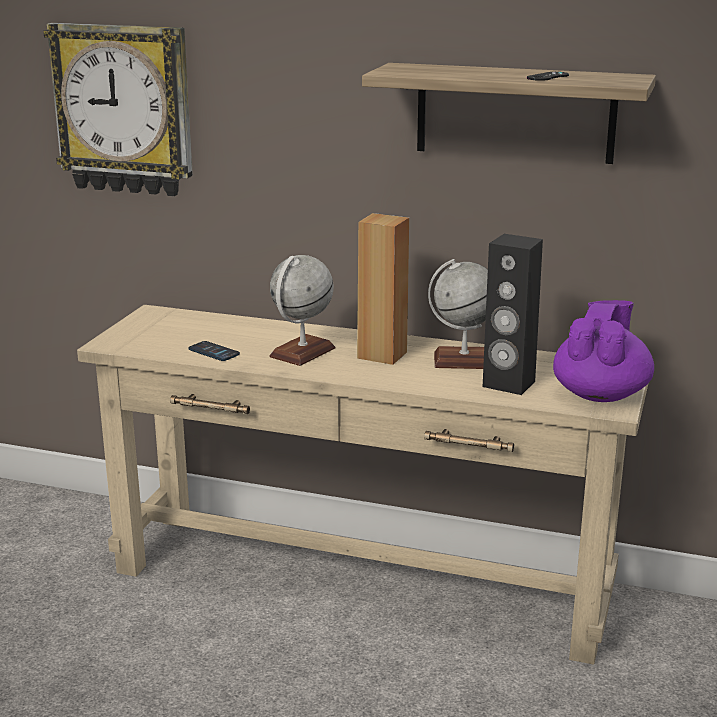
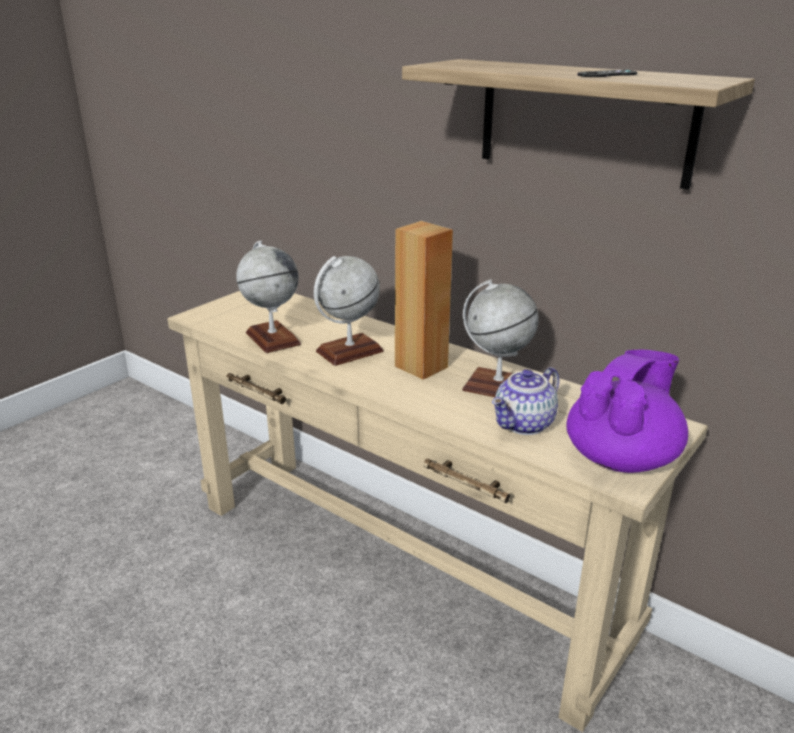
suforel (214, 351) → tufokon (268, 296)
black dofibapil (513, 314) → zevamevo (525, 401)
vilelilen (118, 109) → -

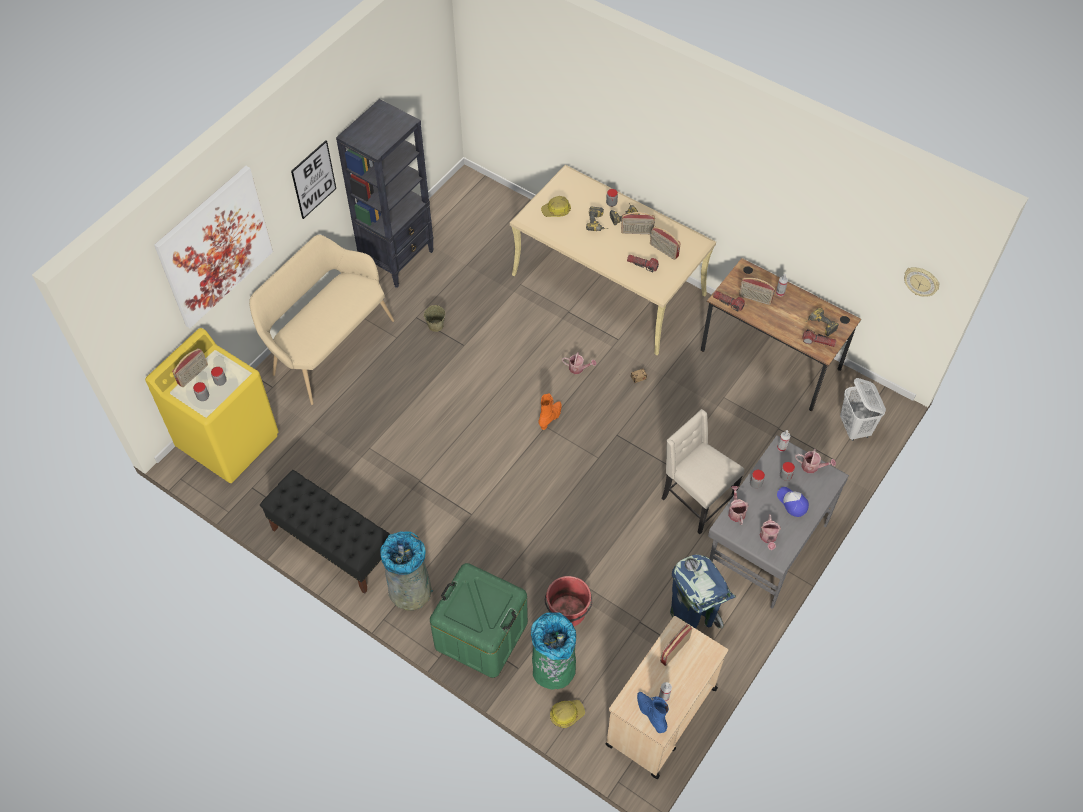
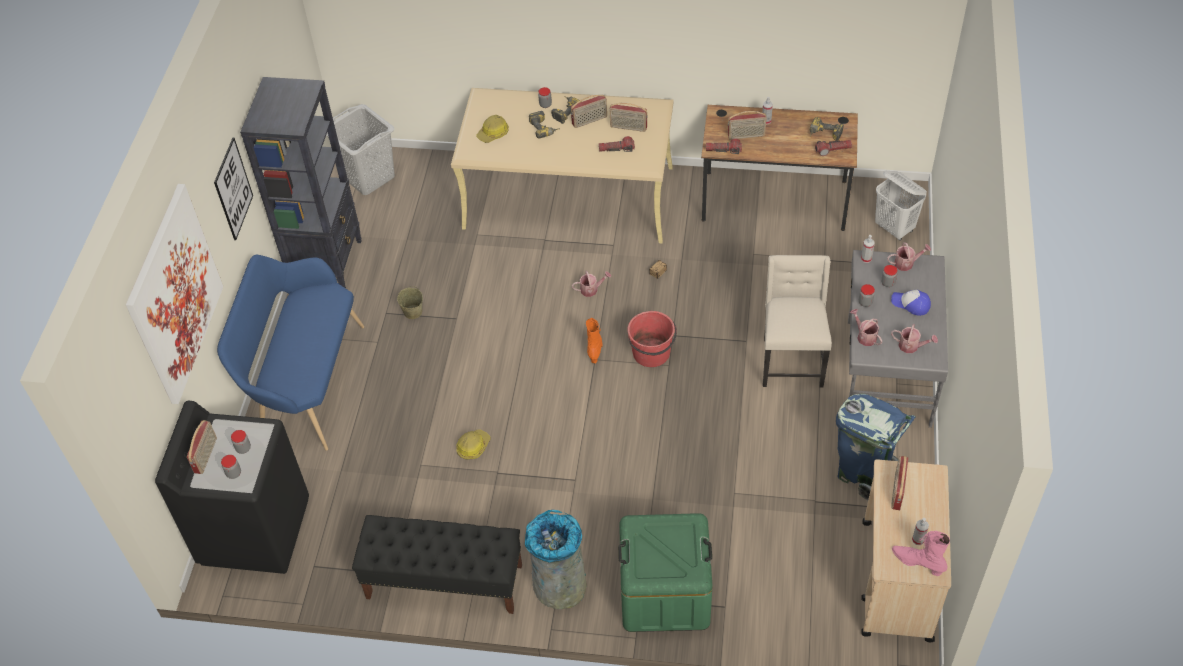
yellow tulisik (211, 405) → black tulisik (232, 487)
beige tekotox (321, 320) → blue tekotox (290, 353)
- → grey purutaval (360, 149)
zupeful (567, 714) → zupeful (473, 444), shifted
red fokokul (568, 601) → red fokokul (652, 339), shifted
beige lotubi (703, 471) → beige lotubi (797, 321), 75 degrees clockwise
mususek (770, 532) → mususek (914, 338), 45 degrees counterclockwise
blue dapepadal (653, 712) → pink dapepadal (921, 553)
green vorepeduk (553, 651) → -
vilelilen (922, 282) → -

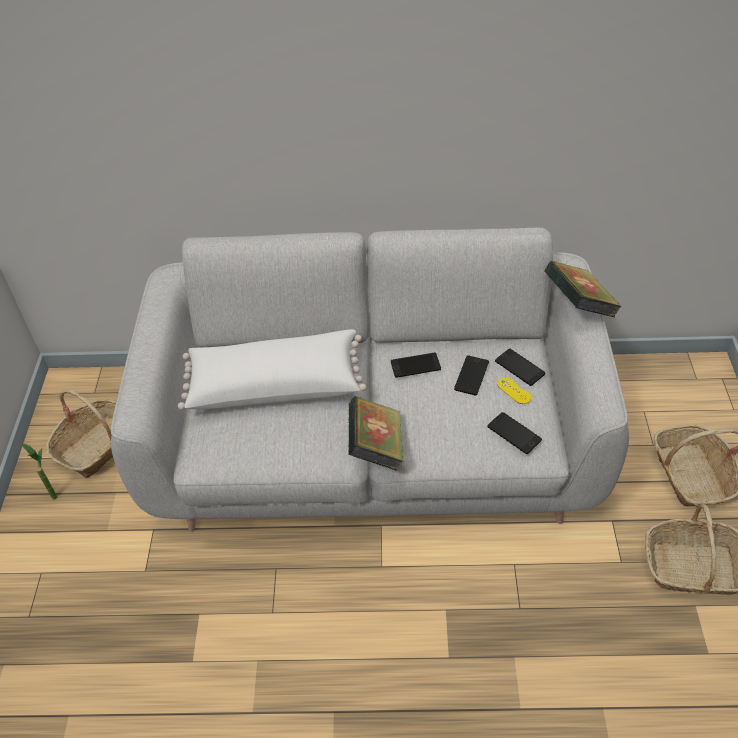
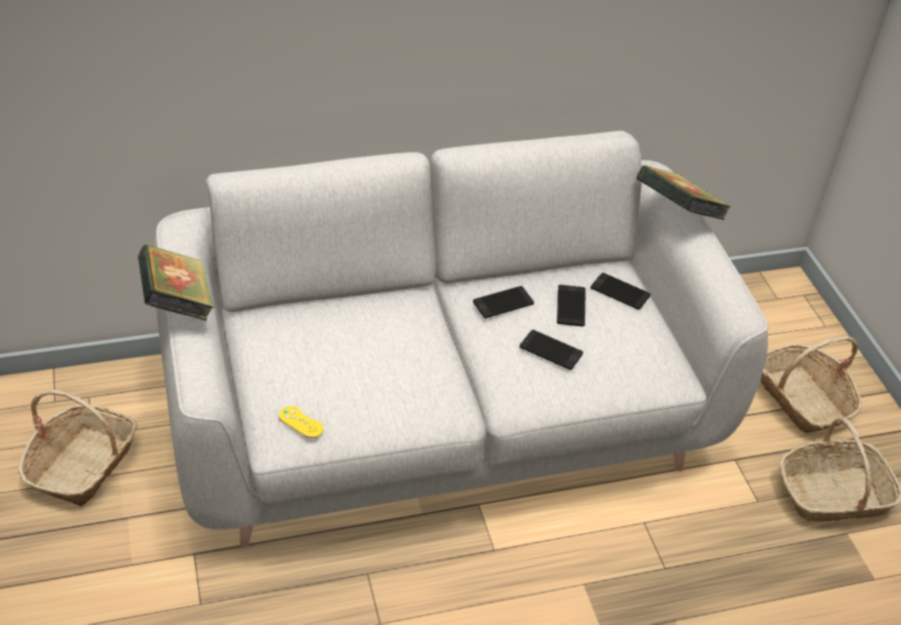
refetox (376, 433) → refetox (176, 282), shifted
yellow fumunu (514, 390) → yellow fumunu (301, 422), shifted
suforel (514, 433) → suforel (551, 350), shifted
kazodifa (39, 471) → -
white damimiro (272, 369) → -

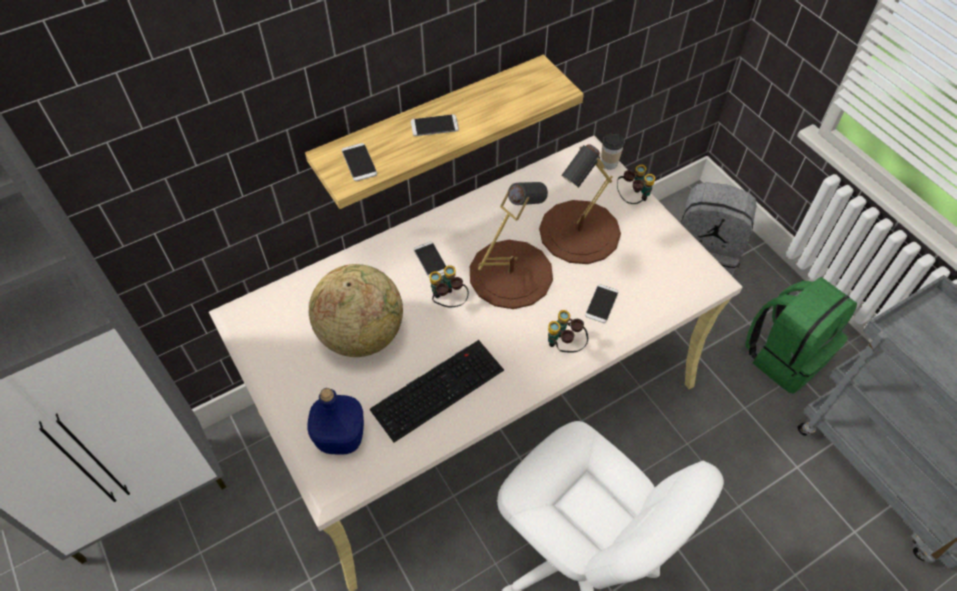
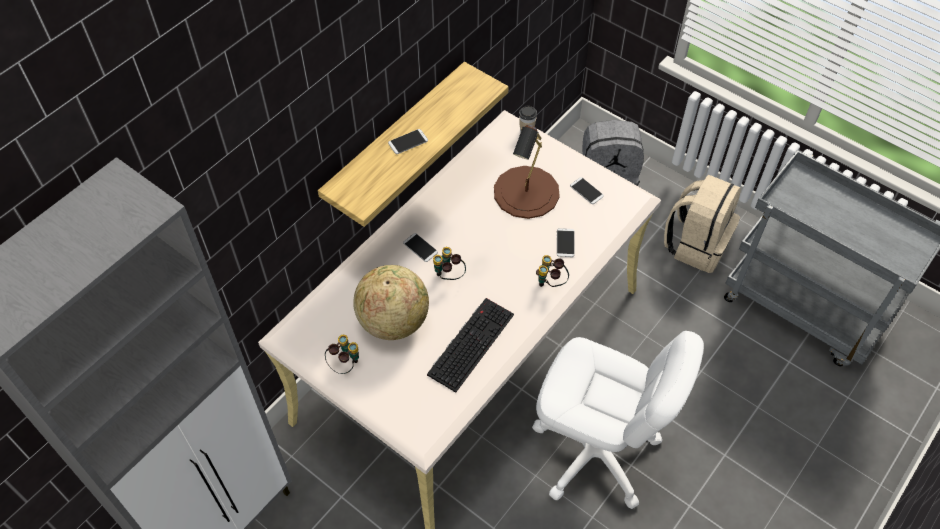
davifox (636, 184) → davifox (342, 354), shifted
suforel (359, 162) → suforel (587, 190), shifted
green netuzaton (801, 335) → beige netuzaton (702, 224)
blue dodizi (335, 421) → -
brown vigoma (511, 245) → -

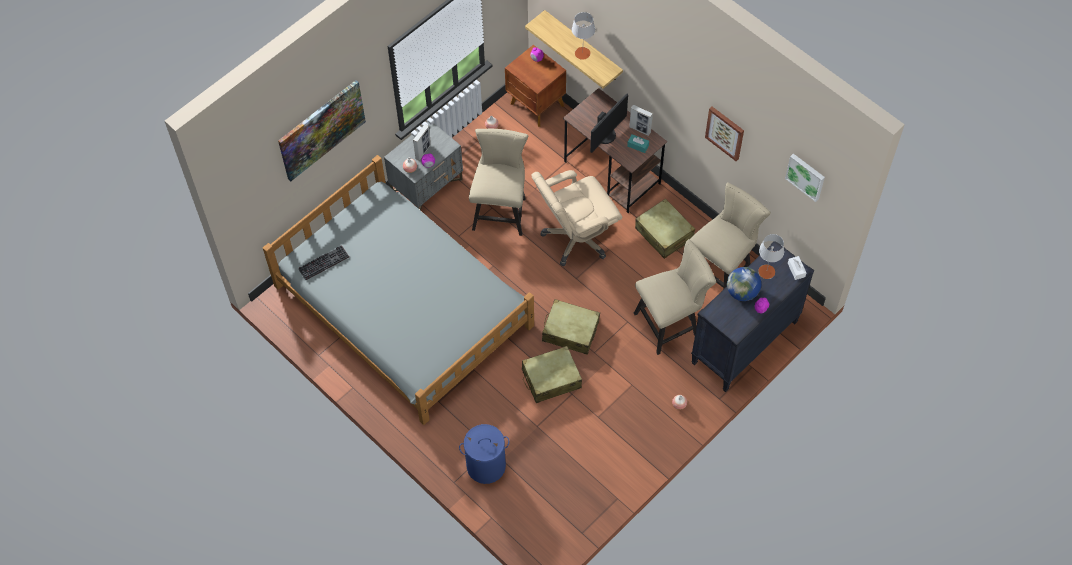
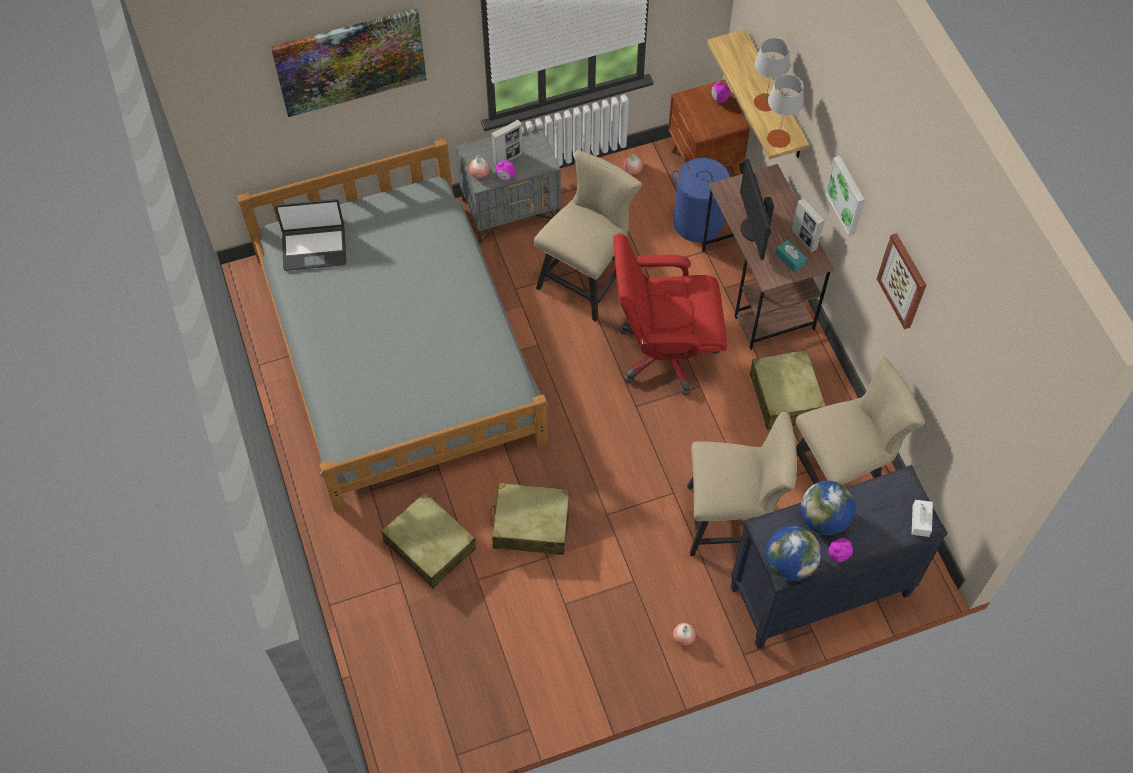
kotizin (324, 263) → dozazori (310, 235)
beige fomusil (571, 327) → beige fomusil (428, 540), shifted
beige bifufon (576, 218) → red bifufon (670, 315)
blue purutaval (484, 454) → blue purutaval (700, 200), shifted
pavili (609, 123) → pavili (757, 209), 105 degrees clockwise
- → tufokon (793, 553)
grey vigoma (771, 256) → grey vigoma (785, 111), shifted
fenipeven (805, 178) → fenipeven (845, 196), shifted

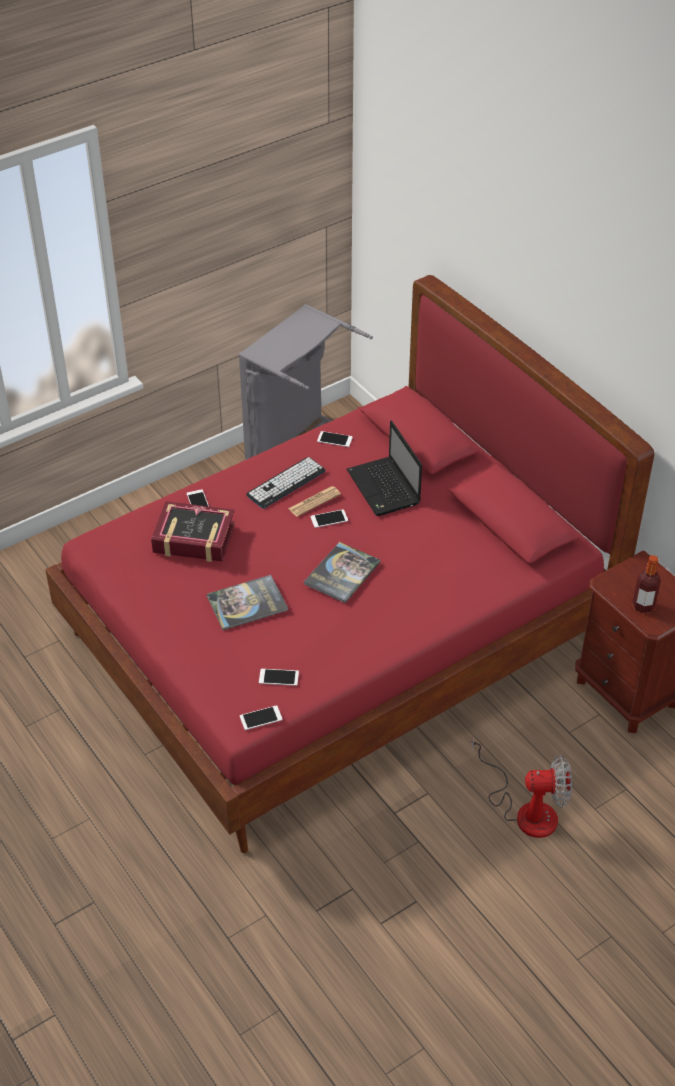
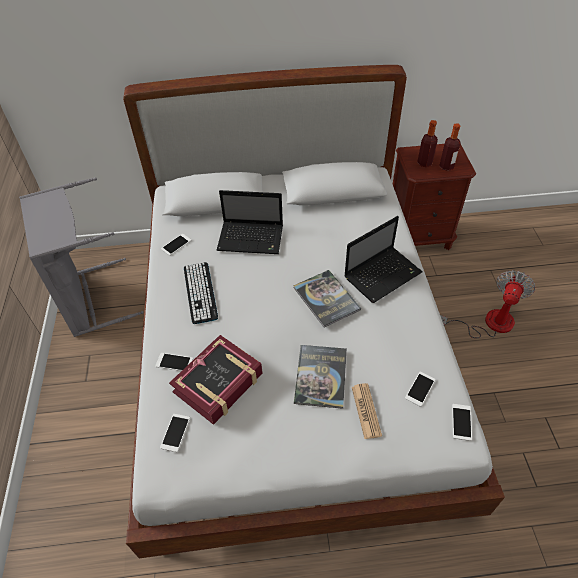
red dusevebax (349, 564) → white dusevebax (314, 311)
suforel (329, 518) → suforel (175, 433), shifted
- → dozazori (383, 259)
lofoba (314, 501) → lofoba (367, 411), shifted
- → dodizi (427, 143)

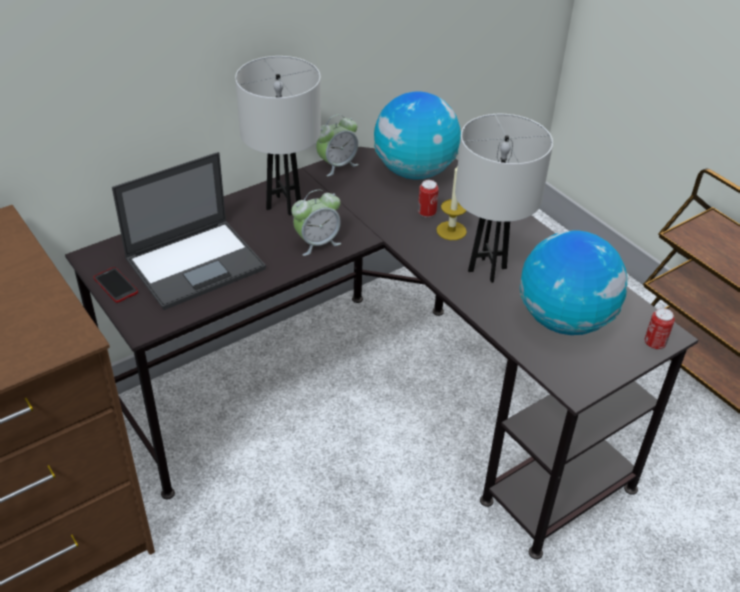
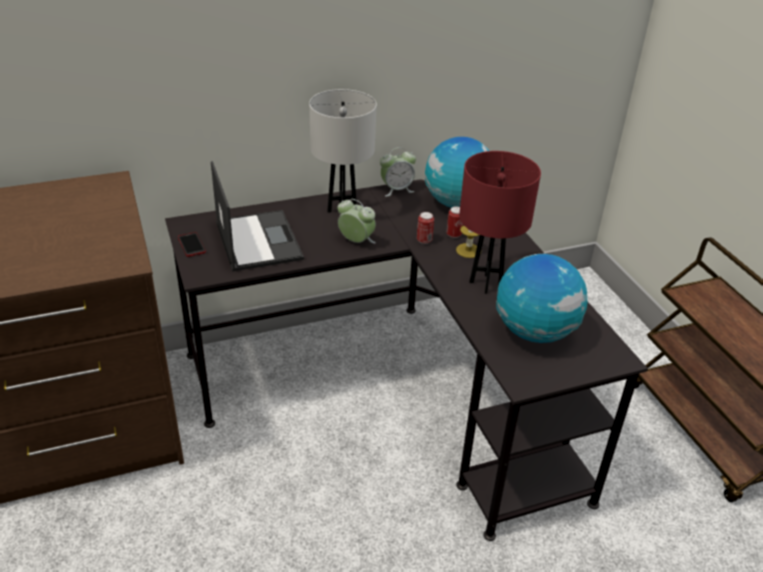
dozazori (189, 231) → dozazori (257, 216), 90 degrees counterclockwise
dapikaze (316, 222) → dapikaze (356, 221), 135 degrees counterclockwise
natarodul (659, 329) → natarodul (425, 228), shifted
white vigoma (504, 198) → red vigoma (500, 222)

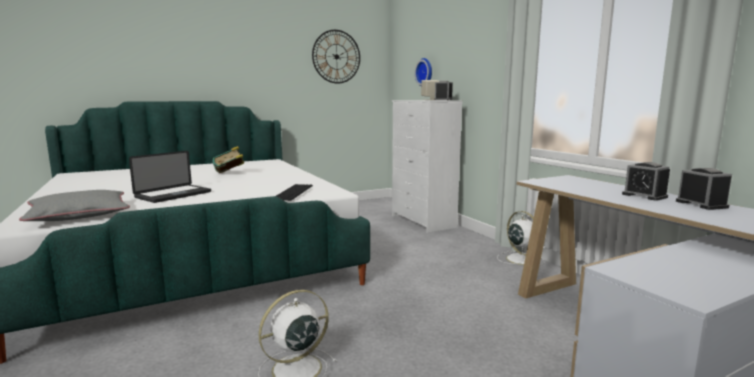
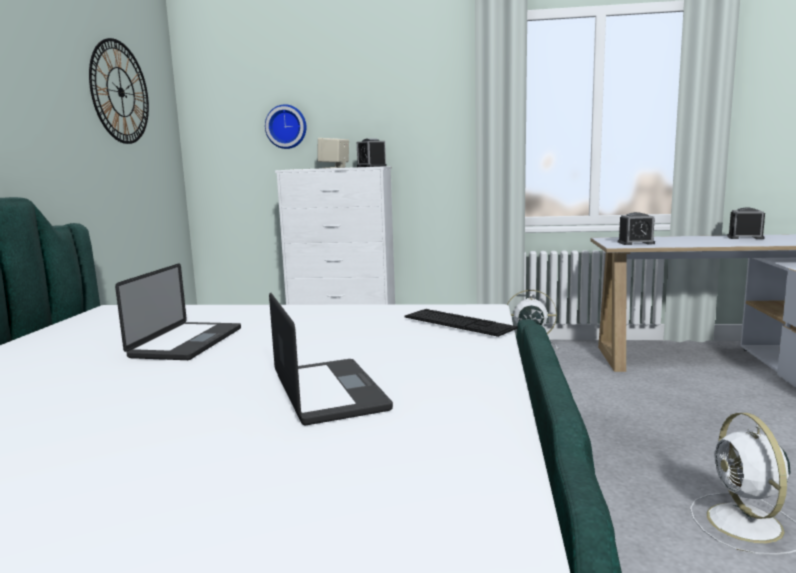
refetox (228, 159) → dozazori (178, 311)
dapikaze (646, 181) → dapikaze (636, 228), shifted
grey damimiro (74, 205) → -

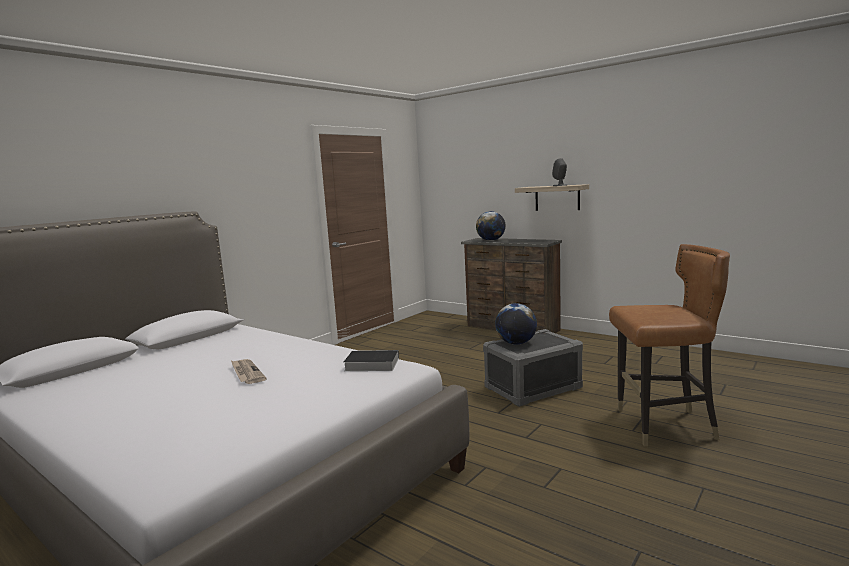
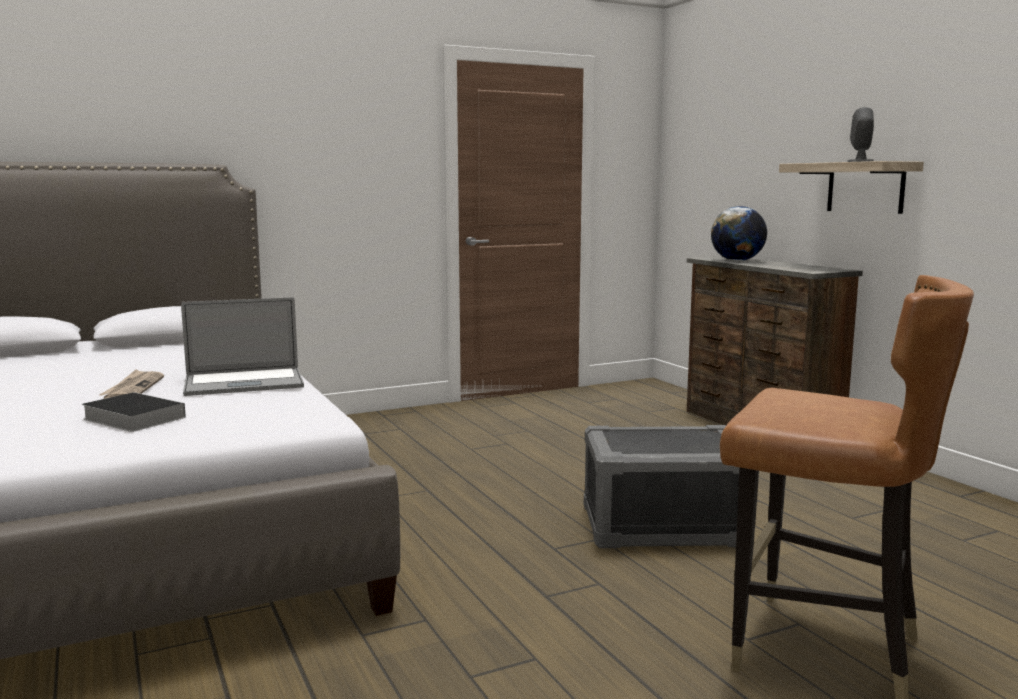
refetox (371, 360) → refetox (134, 412), shifted
- → dozazori (242, 346)
tufokon (516, 324) → -

